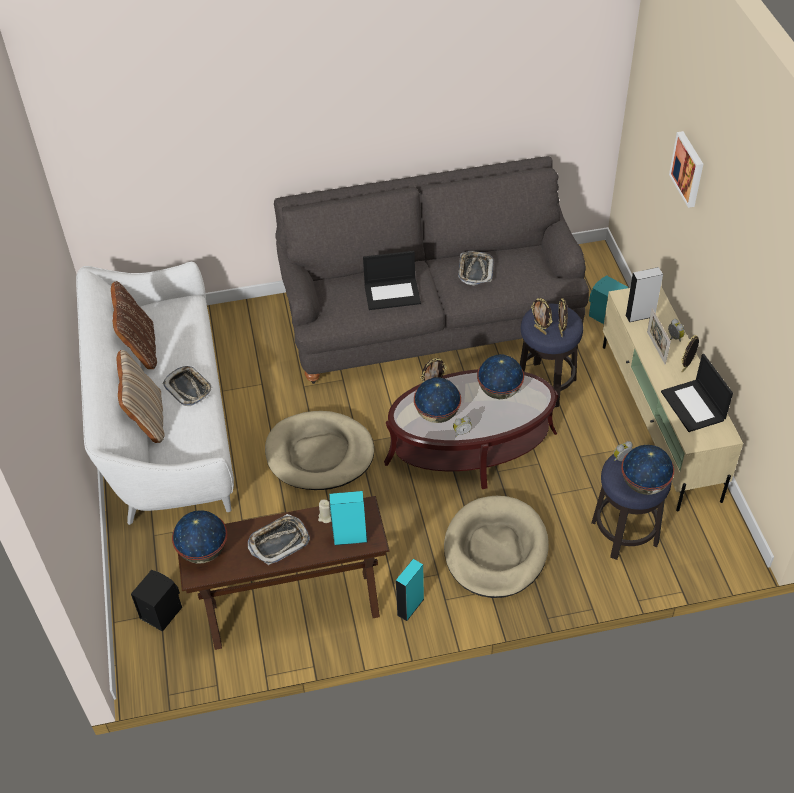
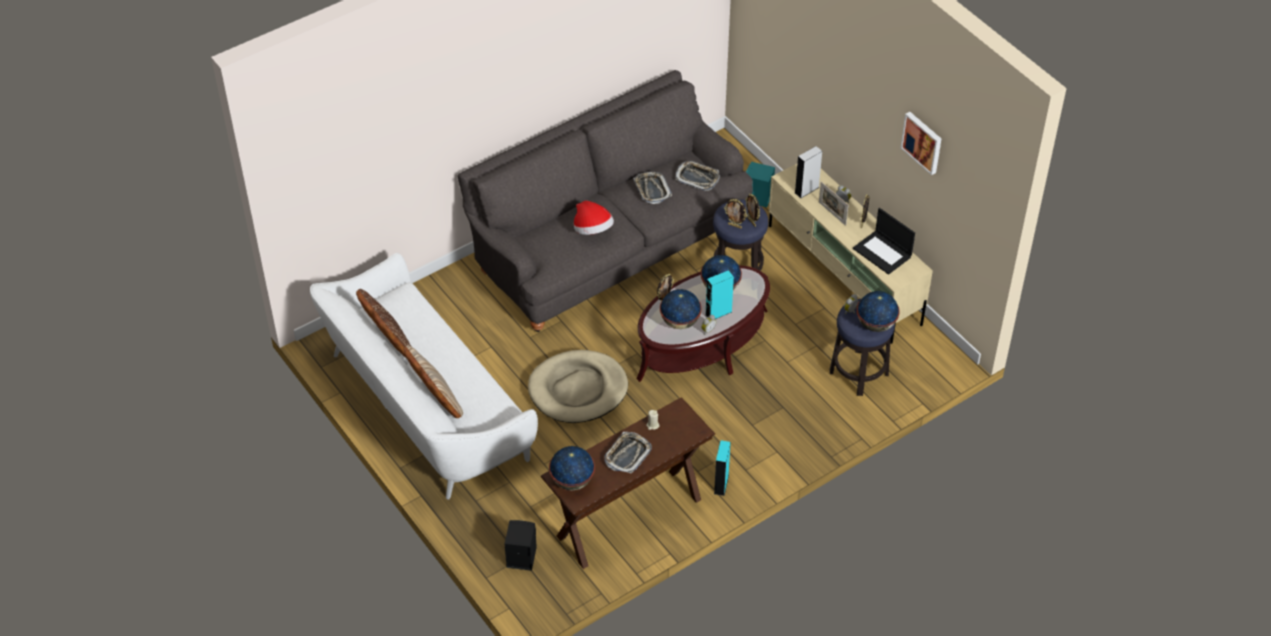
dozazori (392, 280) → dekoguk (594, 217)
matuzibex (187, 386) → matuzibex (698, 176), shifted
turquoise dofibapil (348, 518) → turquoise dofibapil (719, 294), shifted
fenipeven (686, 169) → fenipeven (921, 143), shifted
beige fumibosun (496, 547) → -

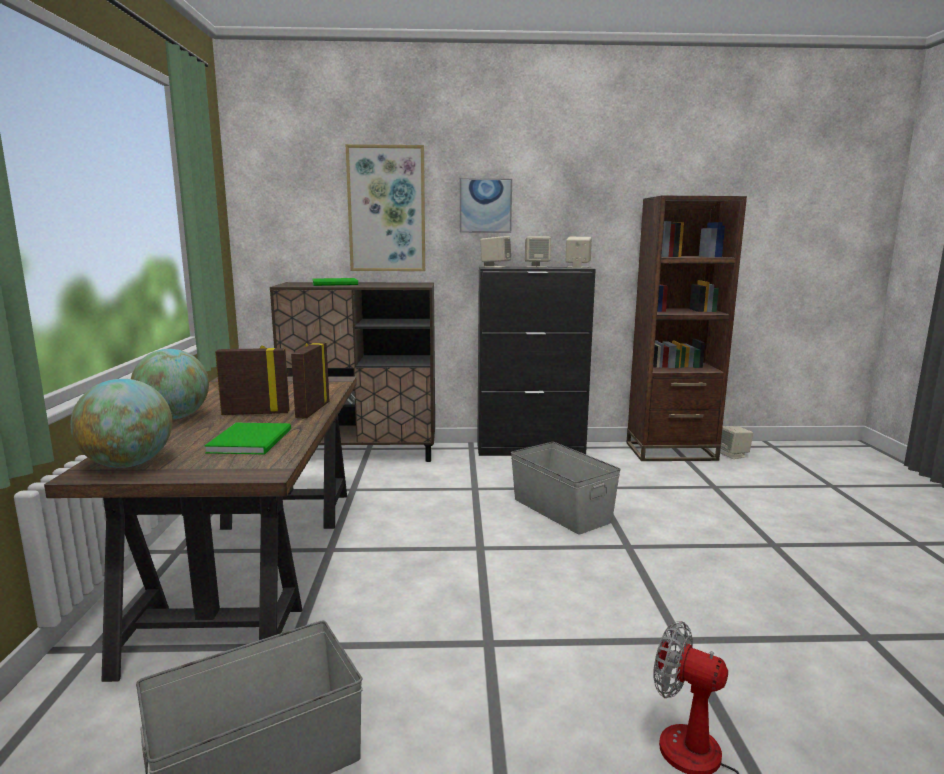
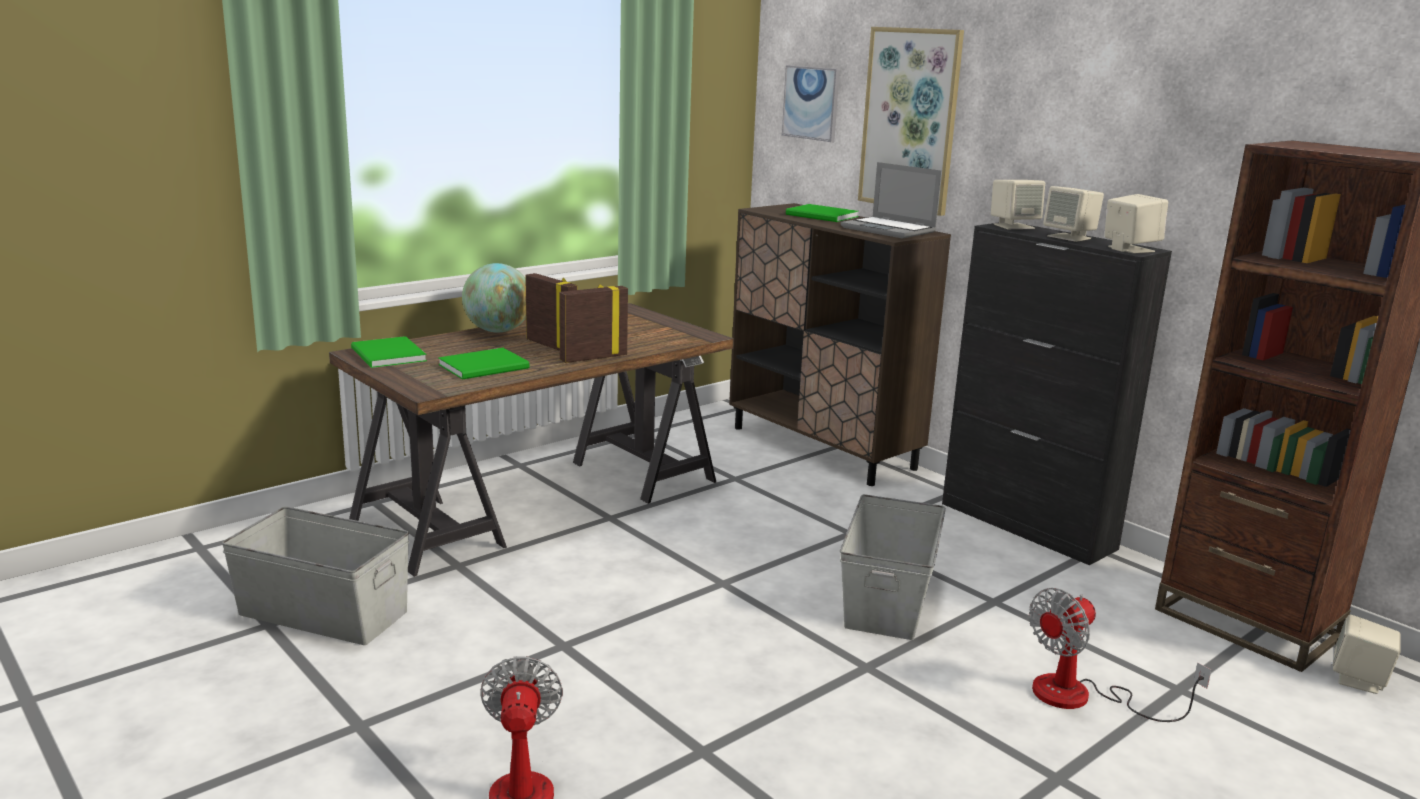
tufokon (121, 423) → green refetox (389, 352)
fenipeven (486, 205) → fenipeven (811, 103), shifted
- → dozazori (891, 200)
- → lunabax (1120, 655)

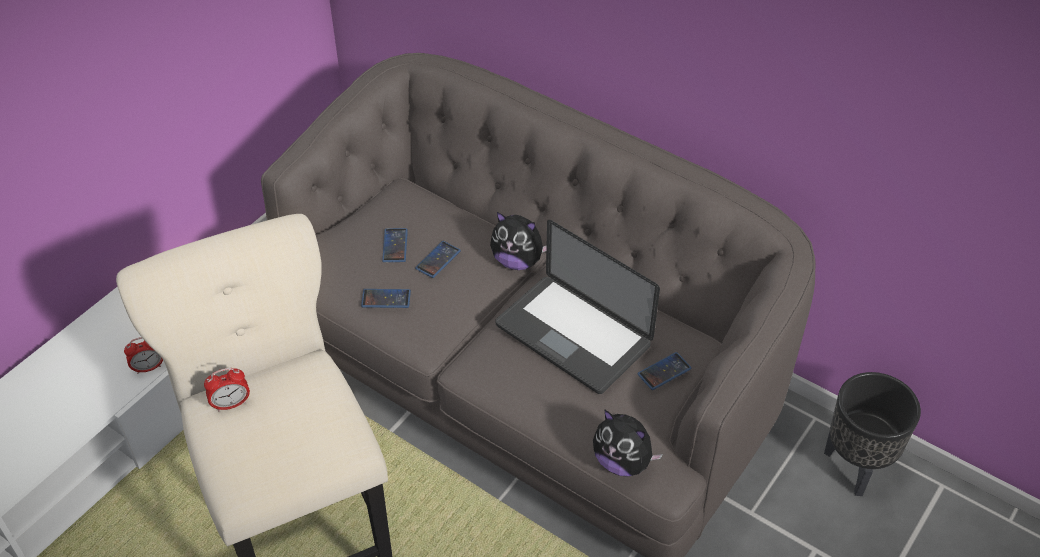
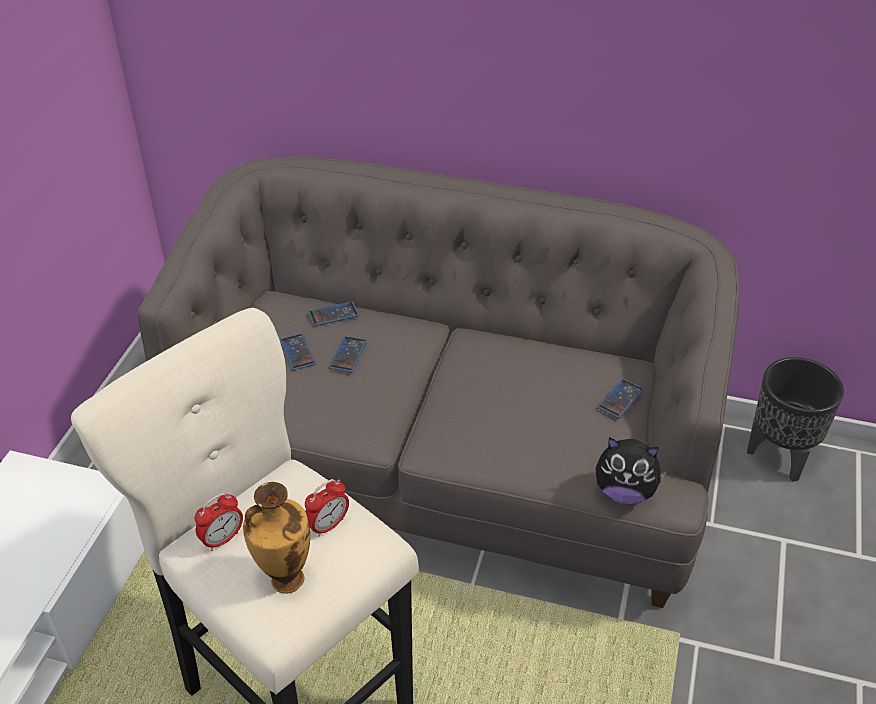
- → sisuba (276, 538)
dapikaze (143, 355) → dapikaze (327, 508), shifted
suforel (386, 298) → suforel (333, 313), shifted
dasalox (518, 241) → -
dozazori (578, 307) → -

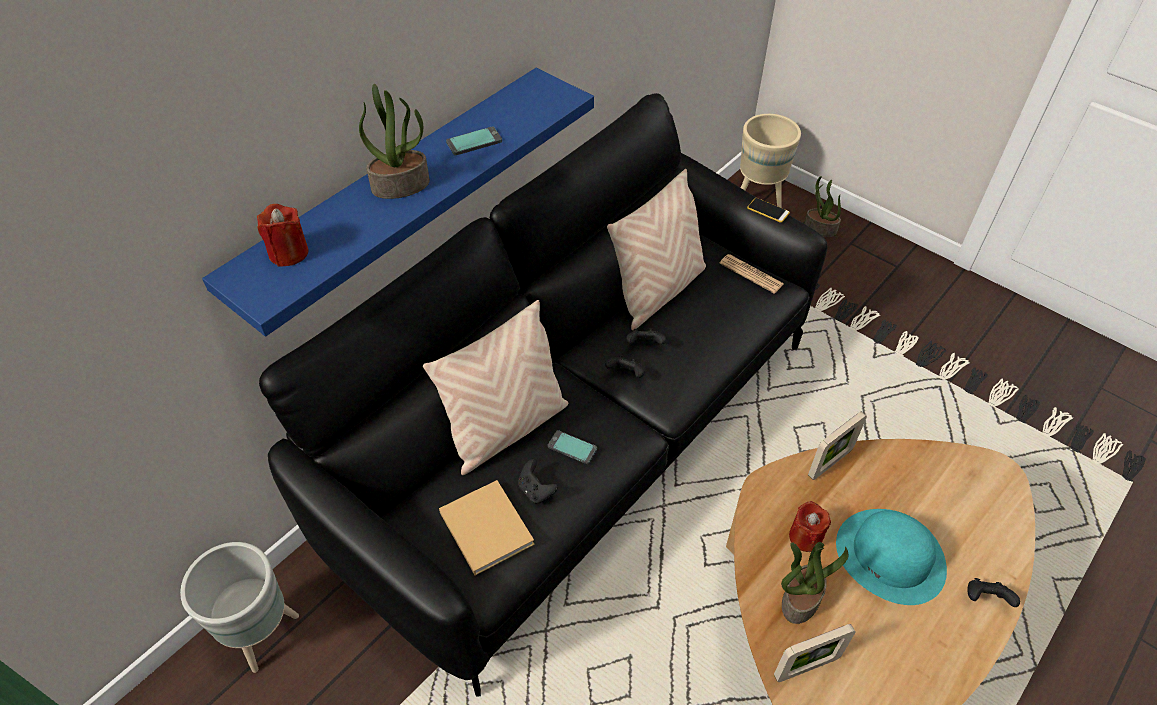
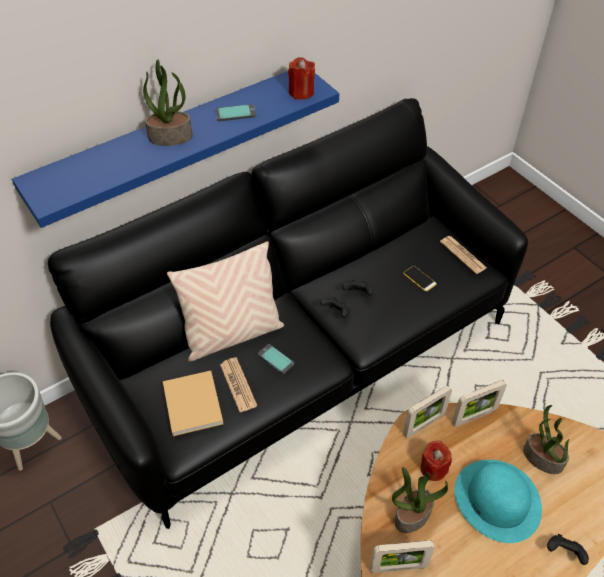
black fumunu (538, 481) → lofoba (238, 384)
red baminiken (283, 235) → red baminiken (301, 78), shifted
suforel (768, 210) → suforel (420, 279), shifted
- → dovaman (427, 411)
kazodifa (822, 206) → kazodifa (546, 439), shifted
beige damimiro (656, 249) → -
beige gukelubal (770, 161) → -

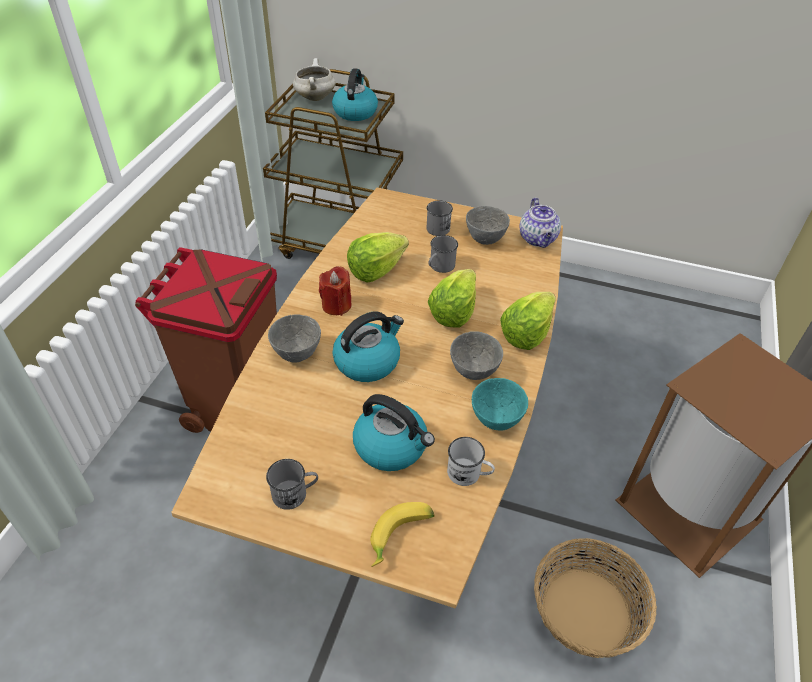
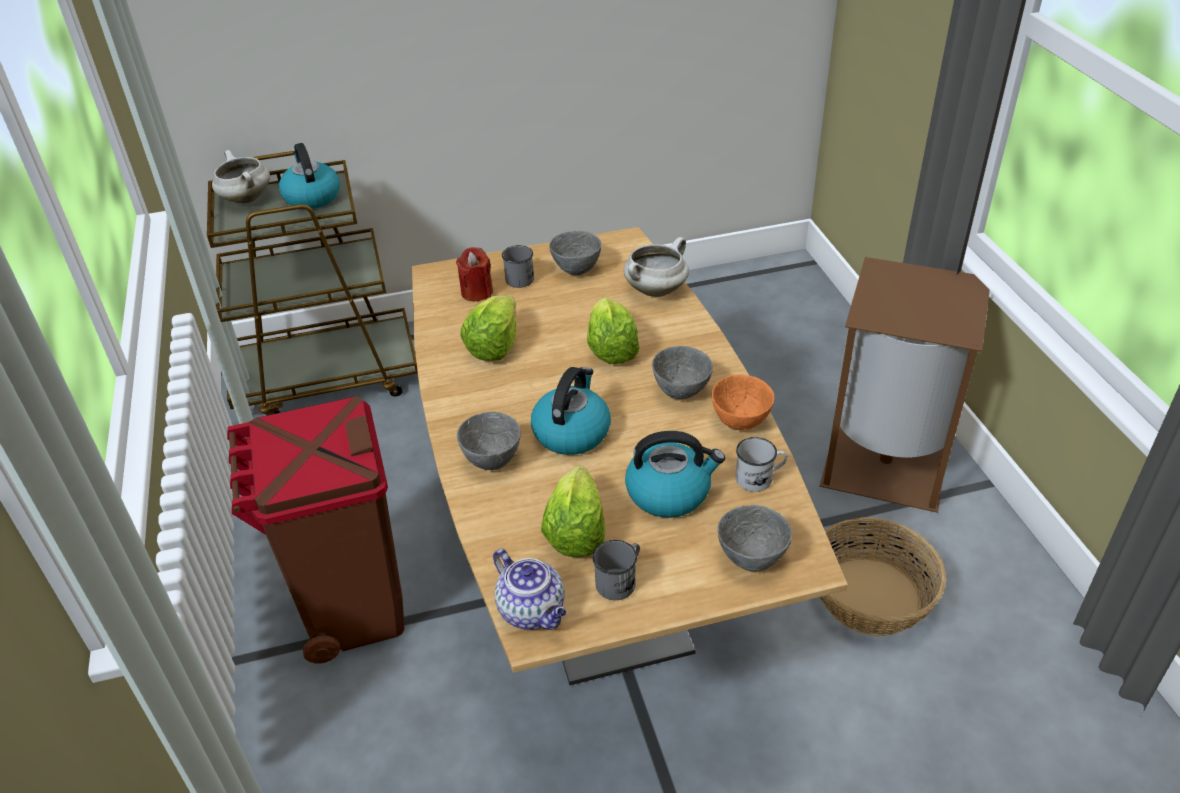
red baminiken (335, 291) → red baminiken (474, 274), shifted
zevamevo (540, 222) → zevamevo (529, 589), shifted
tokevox (528, 321) → tokevox (573, 511), shifted
- → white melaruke (656, 267)
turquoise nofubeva (500, 404) → orange nofubeva (743, 402)
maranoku (402, 534) → grey nofubeva (755, 538)
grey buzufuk (443, 254) → -

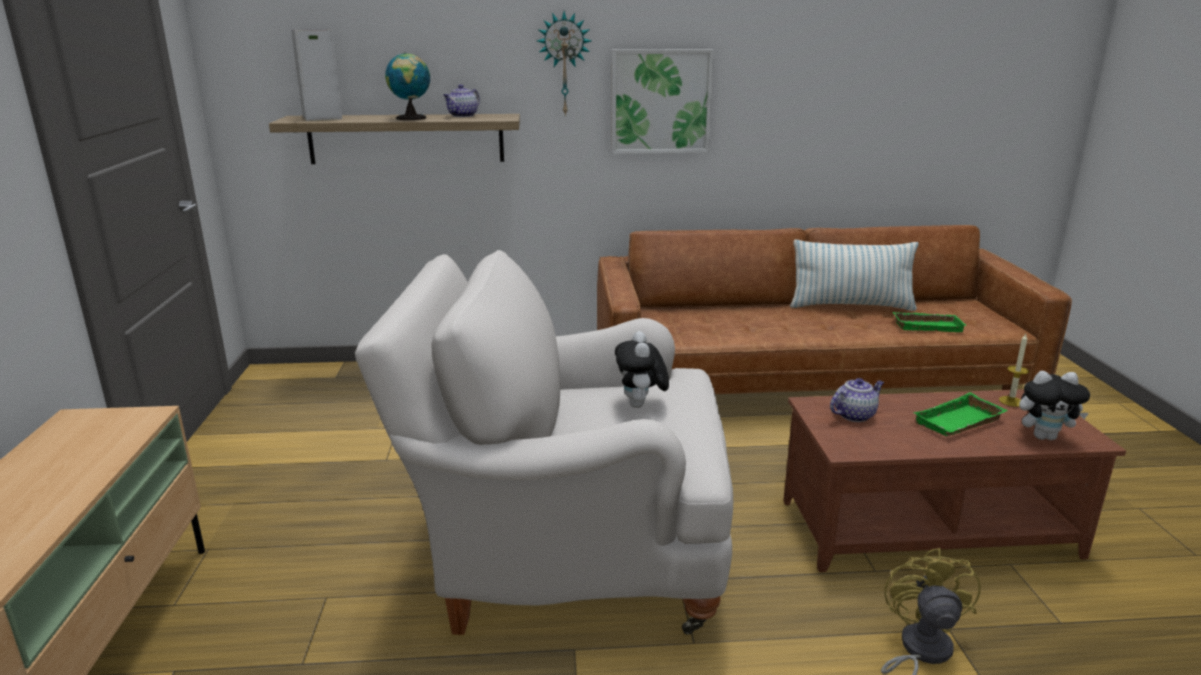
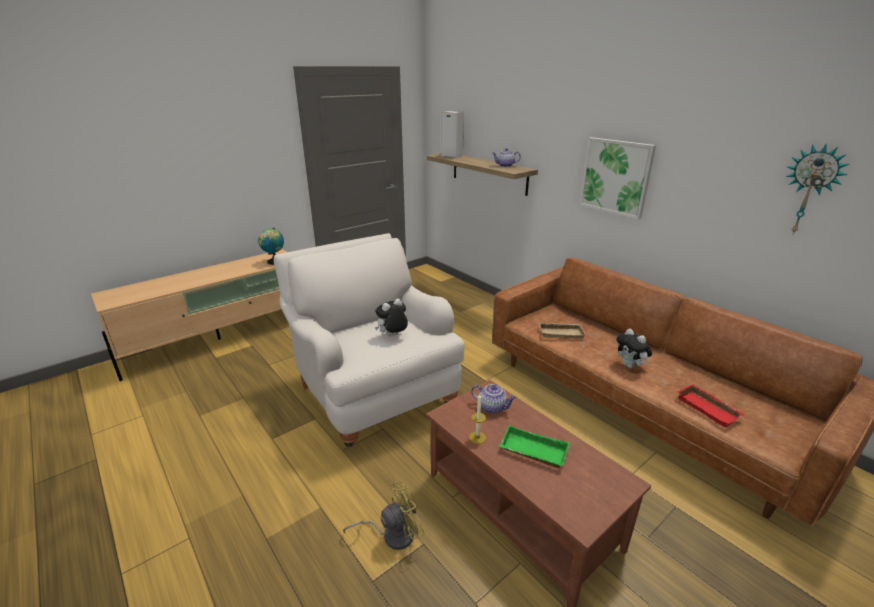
tufokon (407, 86) → tufokon (271, 246), shifted
baminiken (1014, 370) → baminiken (477, 419), shifted
- → beige matuzibex (562, 331)
dasalox (1054, 405) → dasalox (634, 348), shifted
green matuzibex (930, 322) → red matuzibex (711, 406)
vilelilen (564, 63) → vilelilen (817, 189), shifted
damimiro (854, 275) → -

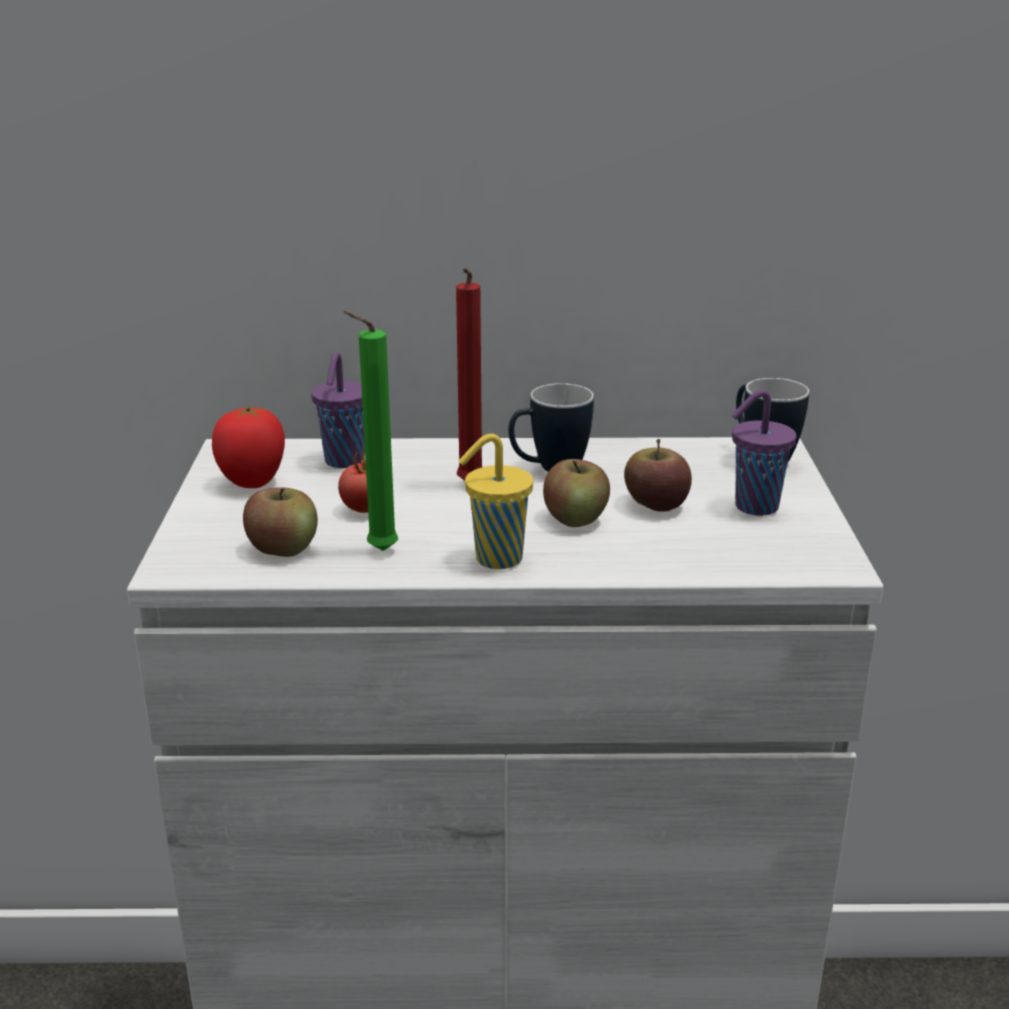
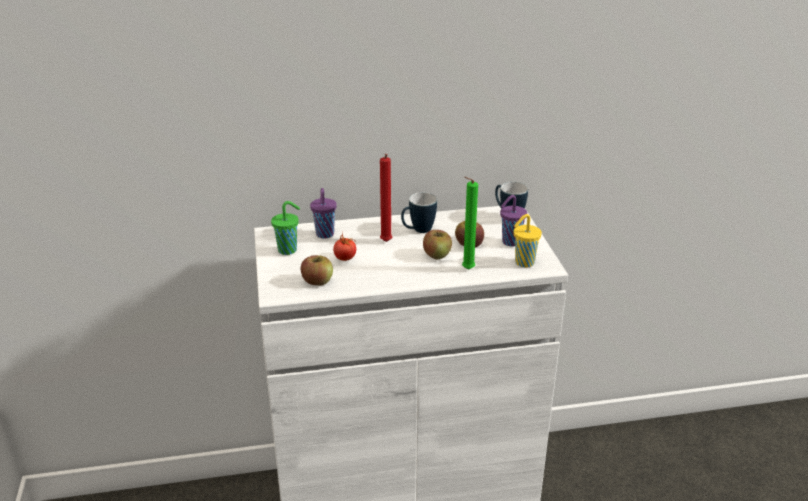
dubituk (248, 447) → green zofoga (285, 228)
green baminiken (371, 431) → green baminiken (470, 223), shifted
yellow zofoga (495, 501) → yellow zofoga (528, 240), shifted

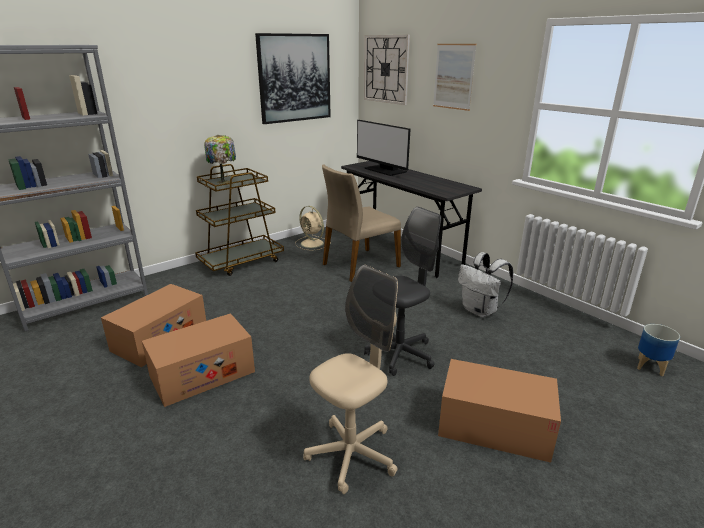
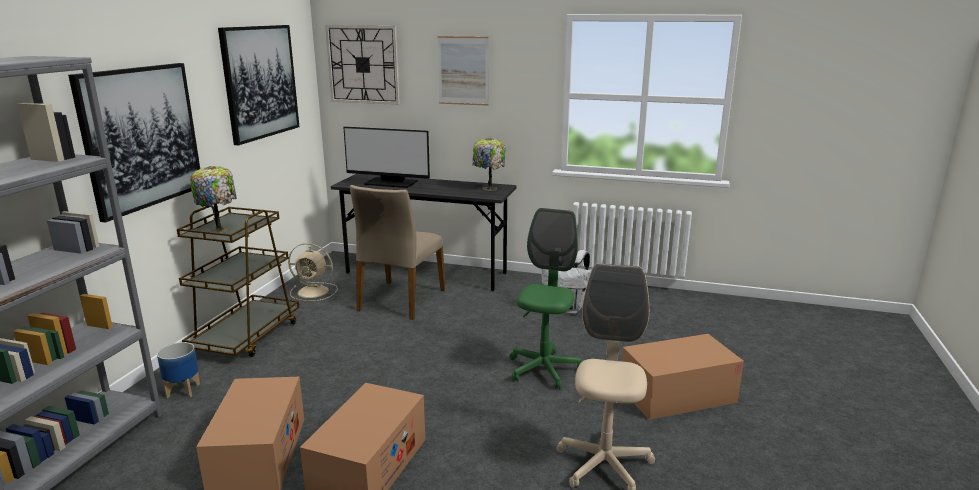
- → fenipeven (134, 142)
gukelubal (658, 350) → gukelubal (178, 370), shifted
- → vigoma (488, 164)
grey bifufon (402, 291) → green bifufon (545, 298)

